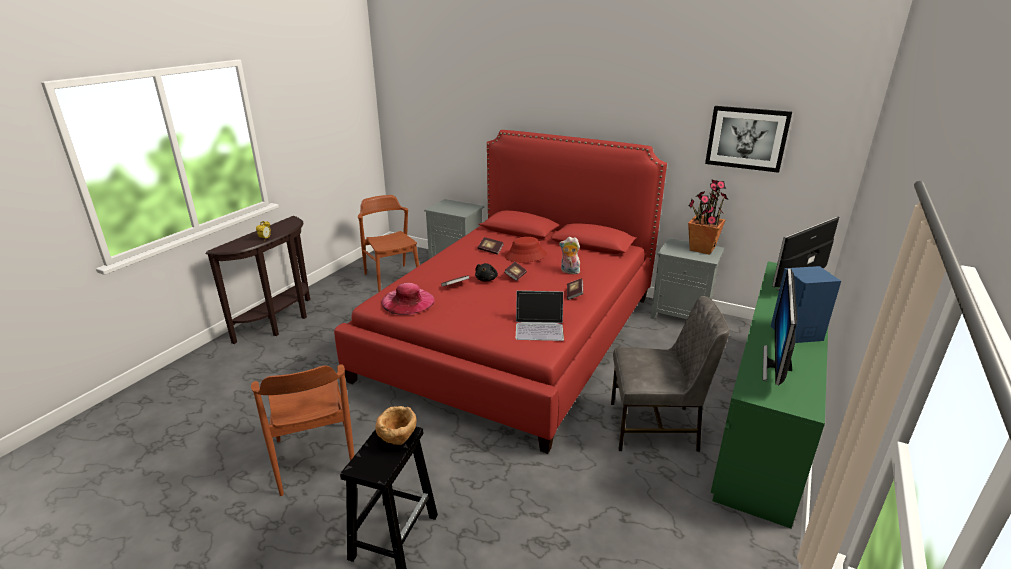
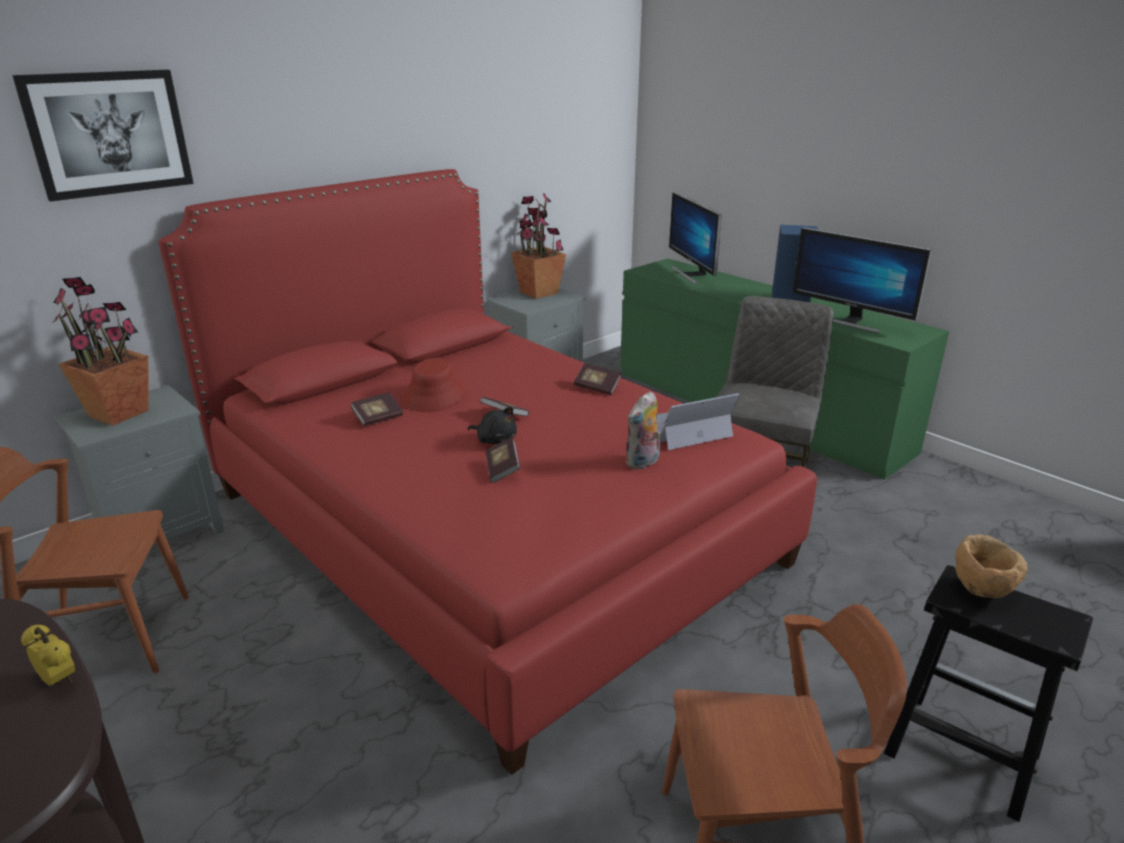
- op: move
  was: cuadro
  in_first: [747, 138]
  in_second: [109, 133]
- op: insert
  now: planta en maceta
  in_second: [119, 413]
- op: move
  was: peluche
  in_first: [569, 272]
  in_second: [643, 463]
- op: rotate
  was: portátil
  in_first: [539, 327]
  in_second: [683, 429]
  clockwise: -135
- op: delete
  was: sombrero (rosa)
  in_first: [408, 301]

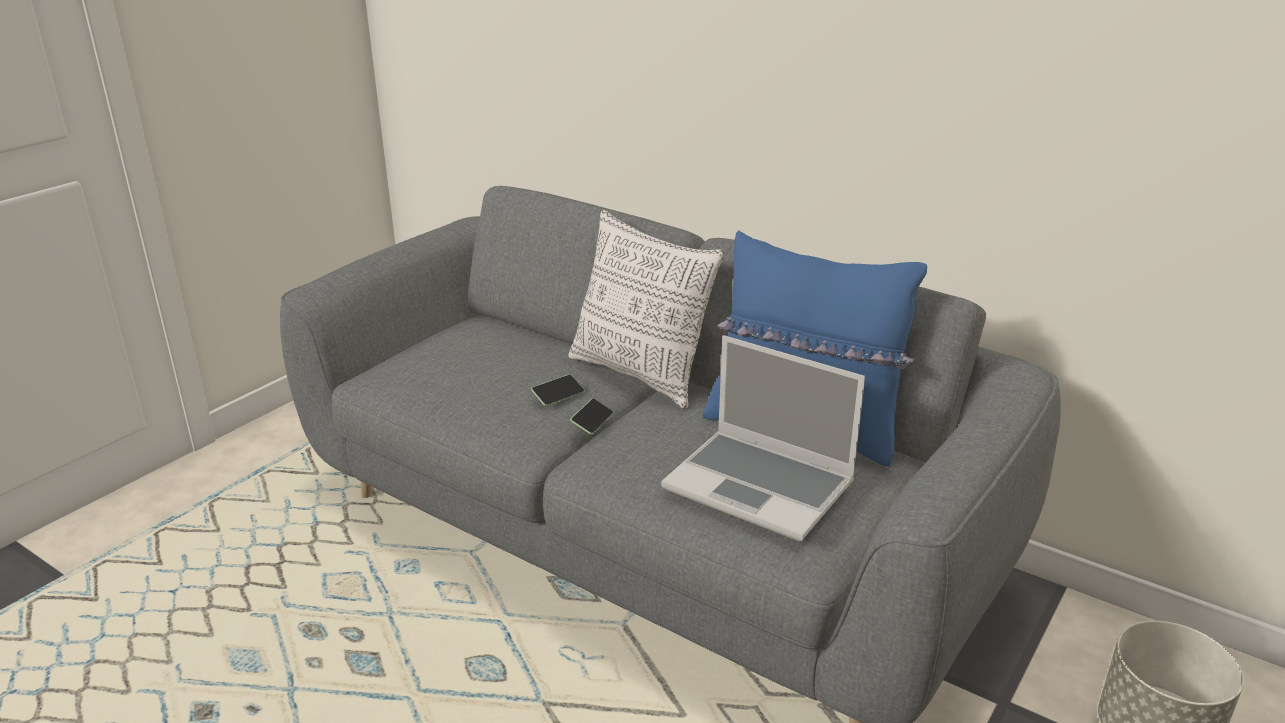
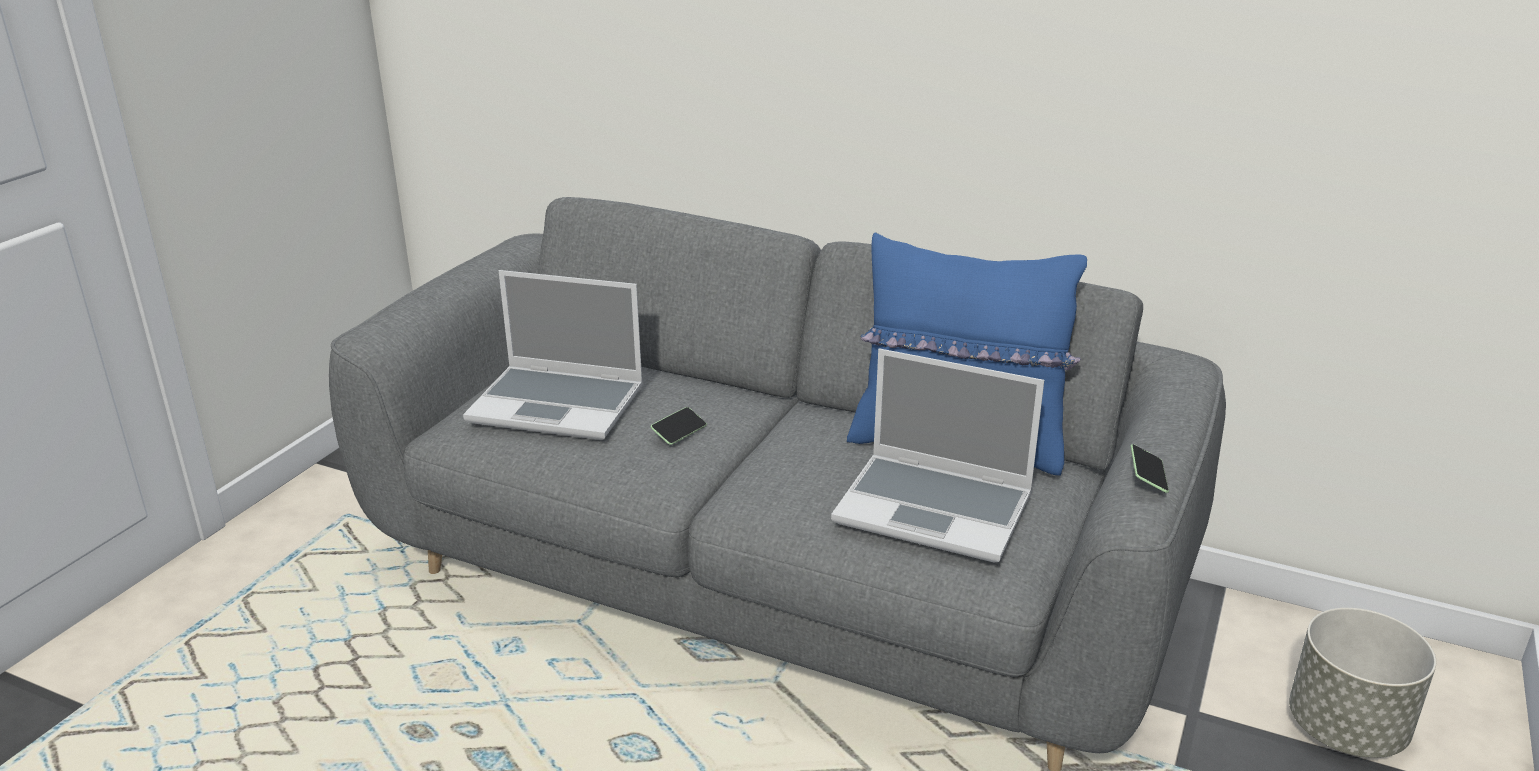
- op: insert
  now: portátil
  in_second: [559, 405]
- op: move
  was: móvil
  in_first: [592, 423]
  in_second: [1147, 477]
- op: delete
  was: cojín
  in_first: [640, 375]

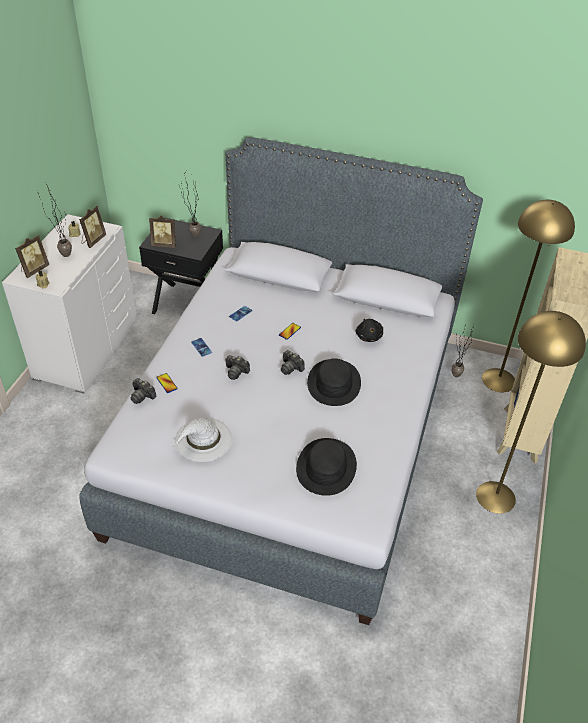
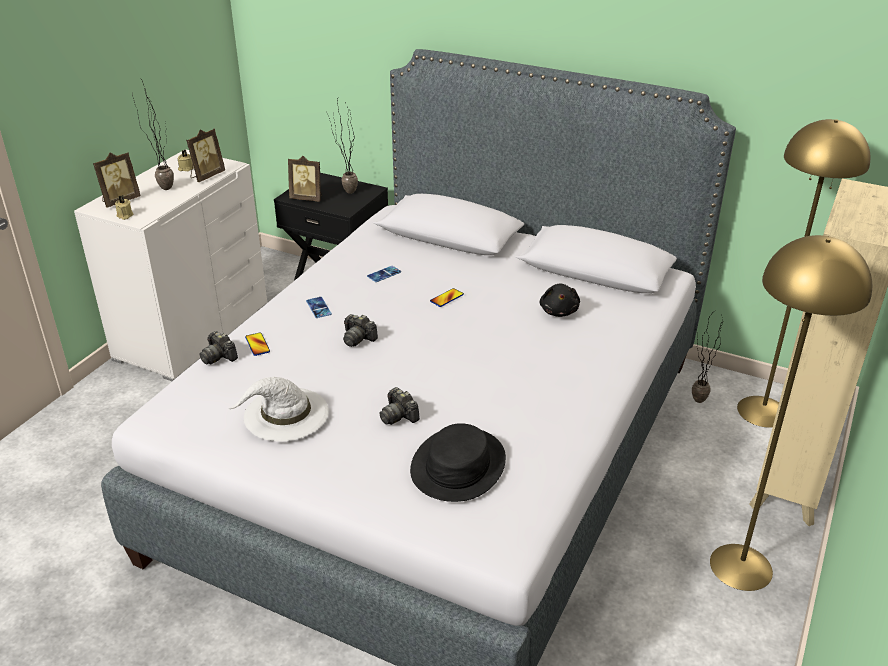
- op: move
  was: cámara
  in_first: [291, 368]
  in_second: [399, 416]
- op: delete
  was: sombrero (negro)
  in_first: [333, 383]

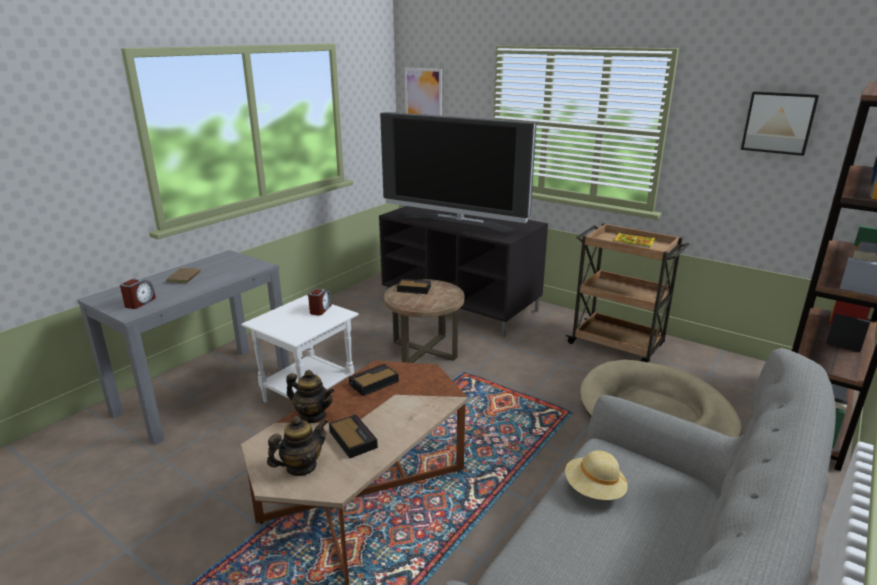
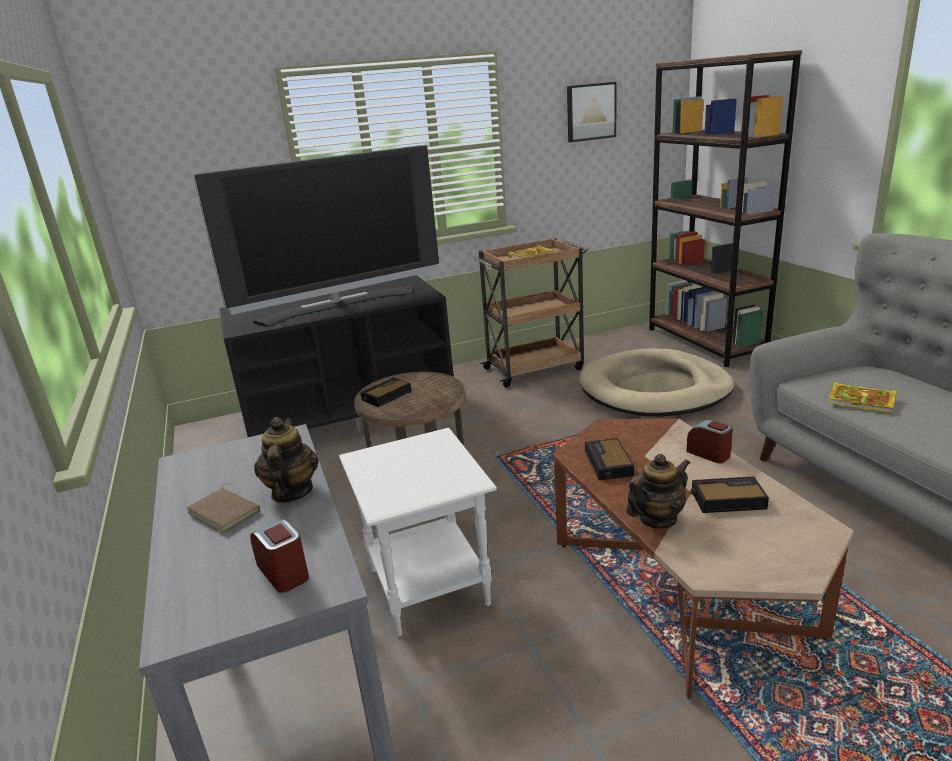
- op: move
  was: tetera
  in_first: [301, 467]
  in_second: [291, 492]
- op: move
  was: despertador
  in_first: [320, 309]
  in_second: [709, 454]
- op: replace
  was: sombrero (beis)
  now: libro
  in_first: [594, 490]
  in_second: [863, 401]
- op: delete
  was: cuadro
  in_first: [423, 96]

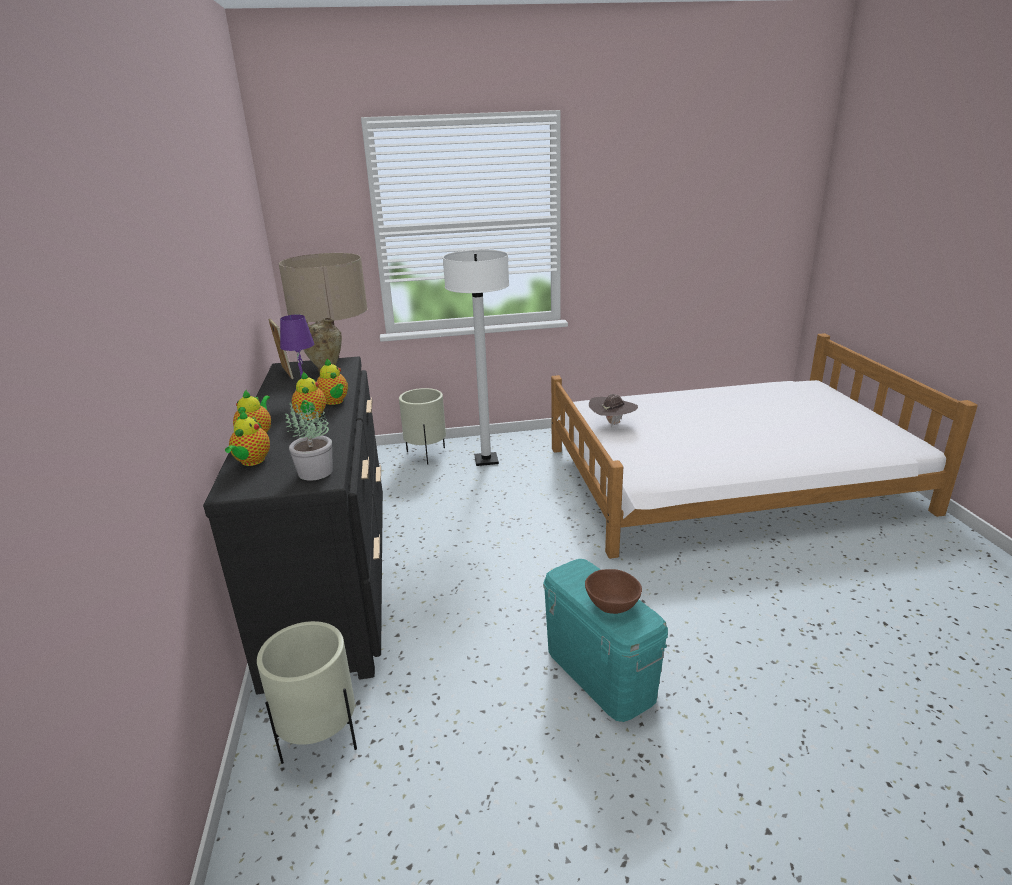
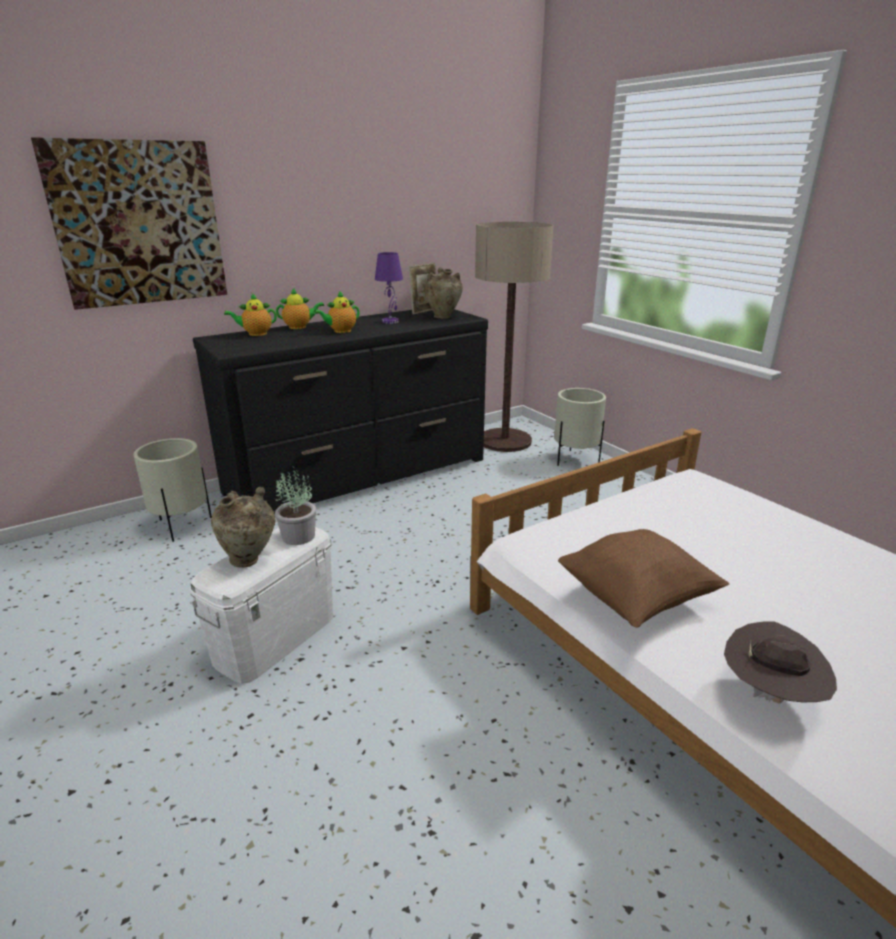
- op: insert
  now: cuadro
  in_second: [139, 224]
- op: recolor
  was: caja de almacenaje (turquesa)
  now: caja de almacenaje (blanco)
  in_first: [599, 673]
  in_second: [275, 637]
- op: replace
  was: cuenco (marrón)
  now: florero (beis)
  in_first: [612, 604]
  in_second: [249, 560]
- op: move
  was: planta en maceta
  in_first: [314, 472]
  in_second: [298, 536]
- op: insert
  now: cojín (marrón)
  in_second: [635, 600]
- op: move
  was: sombrero (marrón)
  in_first: [612, 424]
  in_second: [770, 695]
- op: delete
  was: tetera
  in_first: [334, 402]
- op: delete
  was: lámpara de pie (blanco)
  in_first: [486, 460]

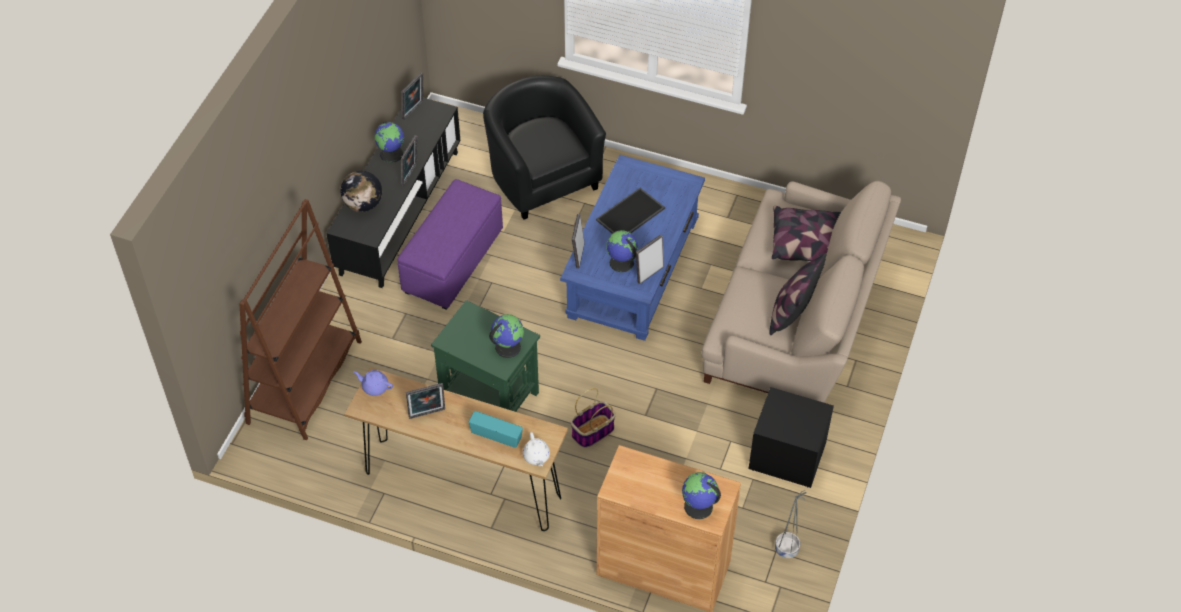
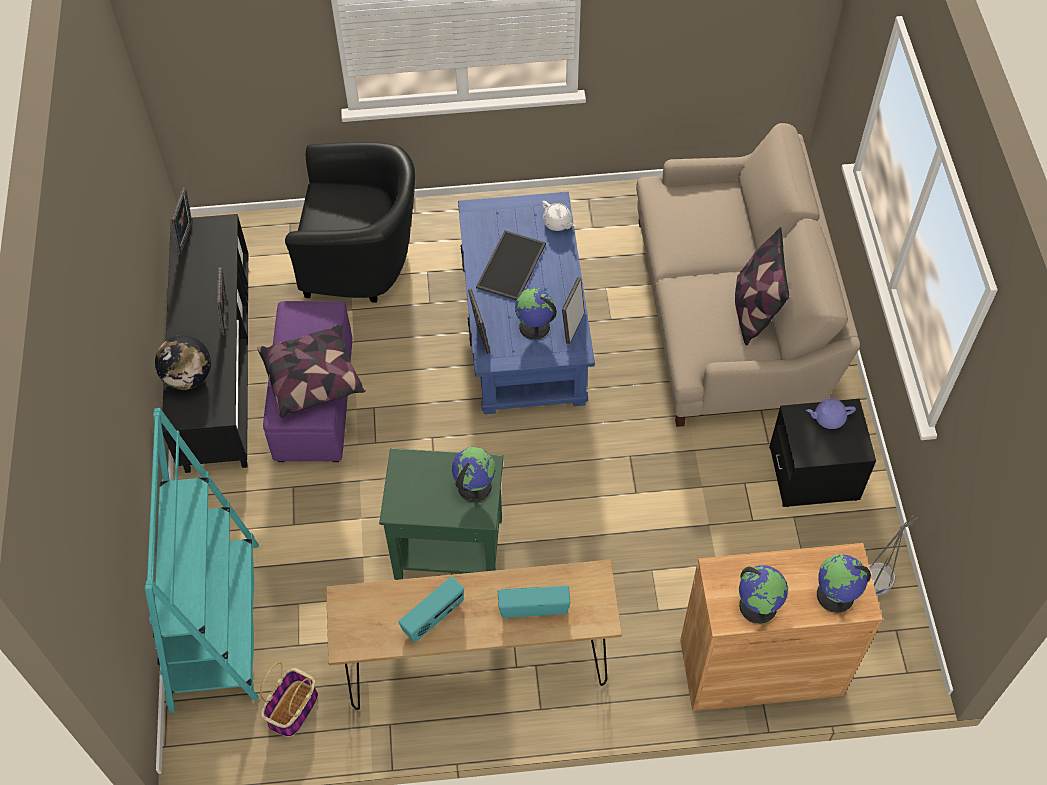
- op: recolor
  was: estantería (marrón)
  now: estantería (turquesa)
  in_first: [305, 382]
  in_second: [216, 625]
- op: move
  was: cojín
  in_first: [805, 243]
  in_second: [313, 378]
- op: move
  was: cesta
  in_first: [592, 432]
  in_second: [293, 710]
- op: rotate
  was: sillón (negro)
  in_first: [542, 177]
  in_second: [362, 260]
  clockwise: 150
- op: replace
  was: portarretratos
  now: radio
  in_first: [427, 415]
  in_second: [433, 618]
- op: move
  was: tetera (blanco)
  in_first: [536, 456]
  in_second: [557, 223]
- op: move
  was: globo terráqueo
  in_first: [392, 154]
  in_second: [758, 605]
- op: move
  was: tetera (morado)
  in_first: [374, 387]
  in_second: [828, 418]

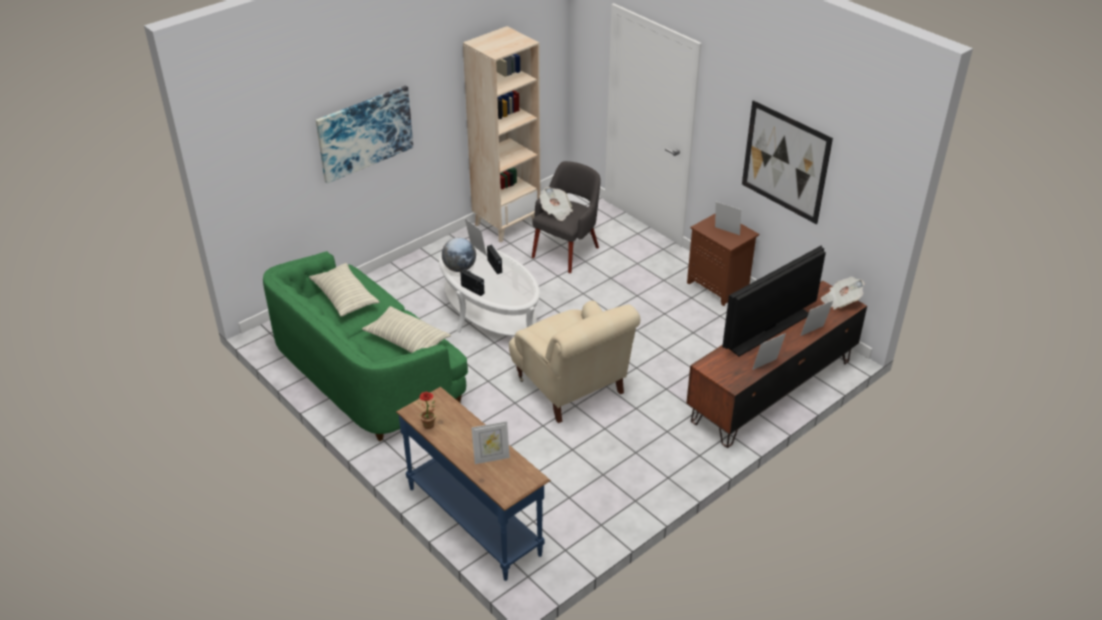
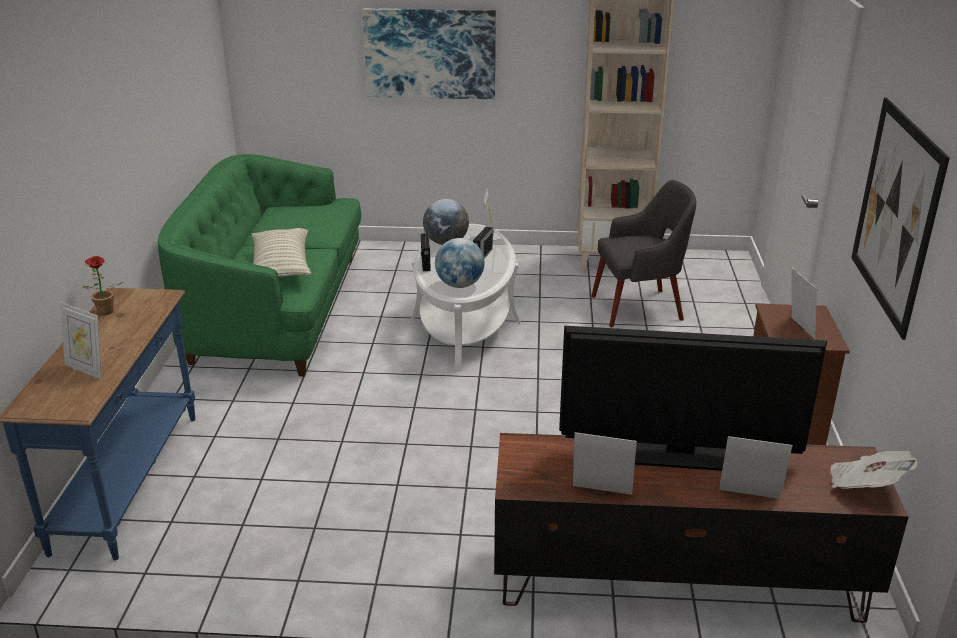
- op: insert
  now: globo terráqueo
  in_second: [459, 285]
- op: delete
  was: cojín
  in_first: [345, 298]
- op: delete
  was: sillón (beis)
  in_first: [571, 387]
- op: delete
  was: periódico
  in_first: [556, 211]

